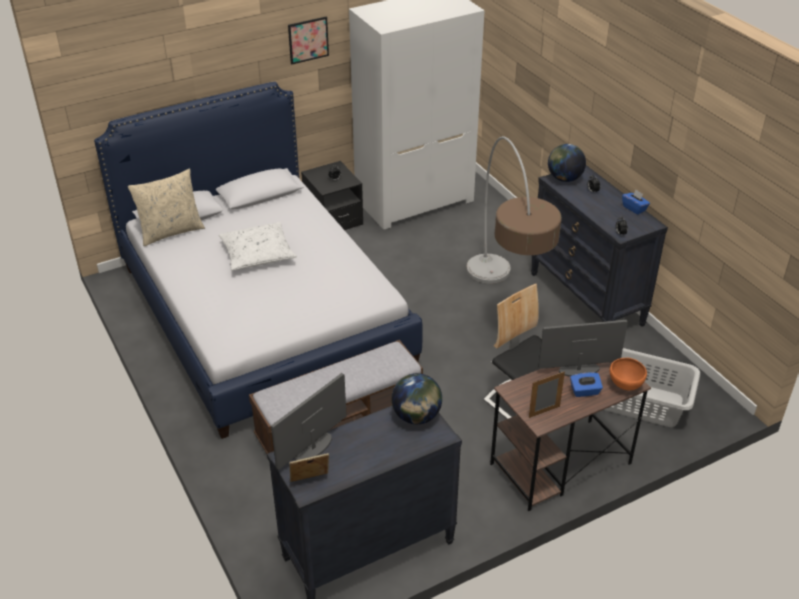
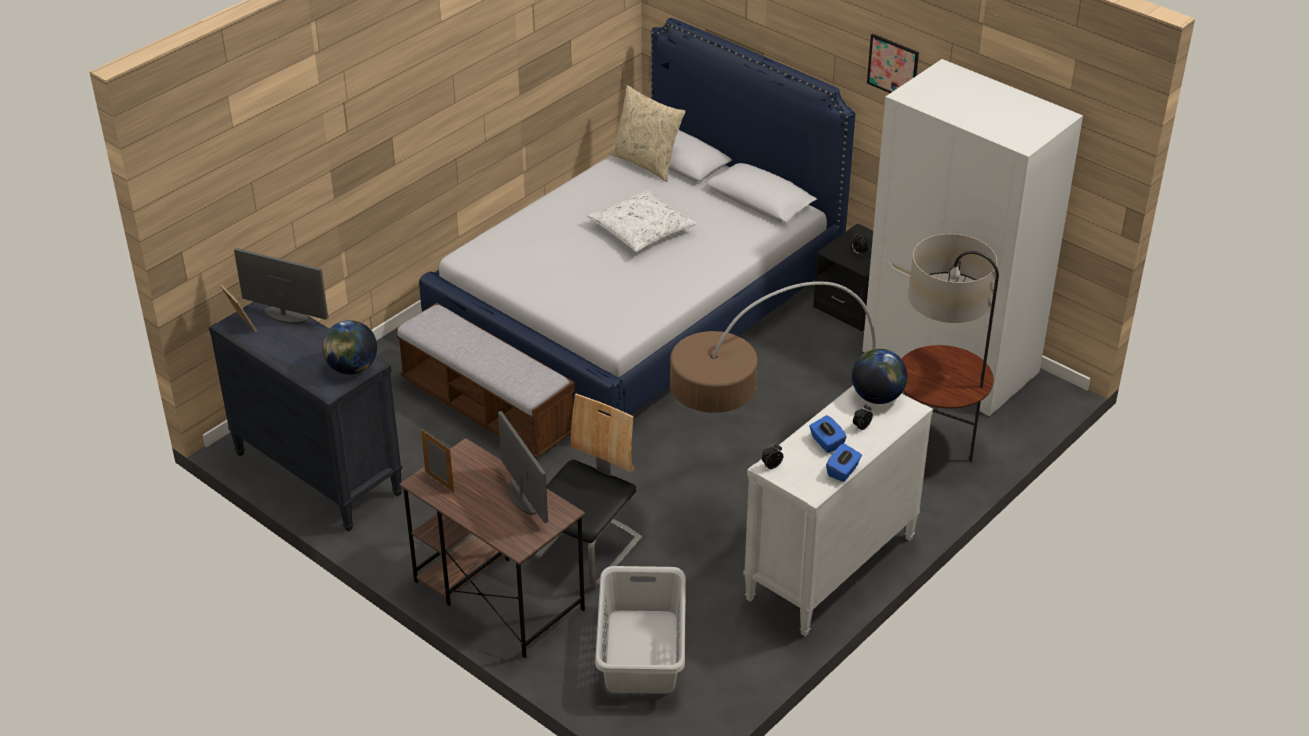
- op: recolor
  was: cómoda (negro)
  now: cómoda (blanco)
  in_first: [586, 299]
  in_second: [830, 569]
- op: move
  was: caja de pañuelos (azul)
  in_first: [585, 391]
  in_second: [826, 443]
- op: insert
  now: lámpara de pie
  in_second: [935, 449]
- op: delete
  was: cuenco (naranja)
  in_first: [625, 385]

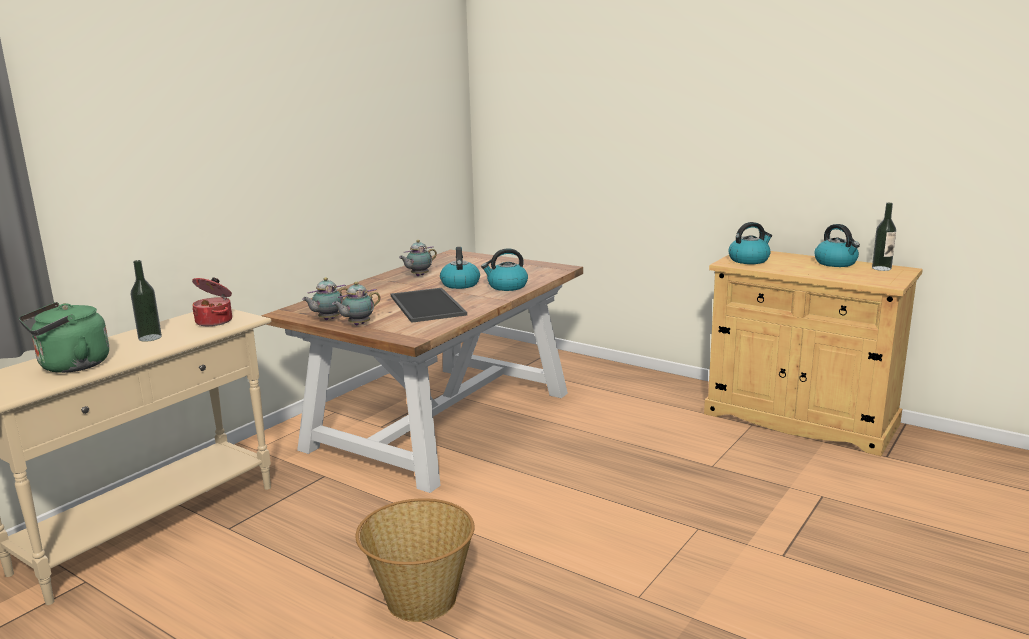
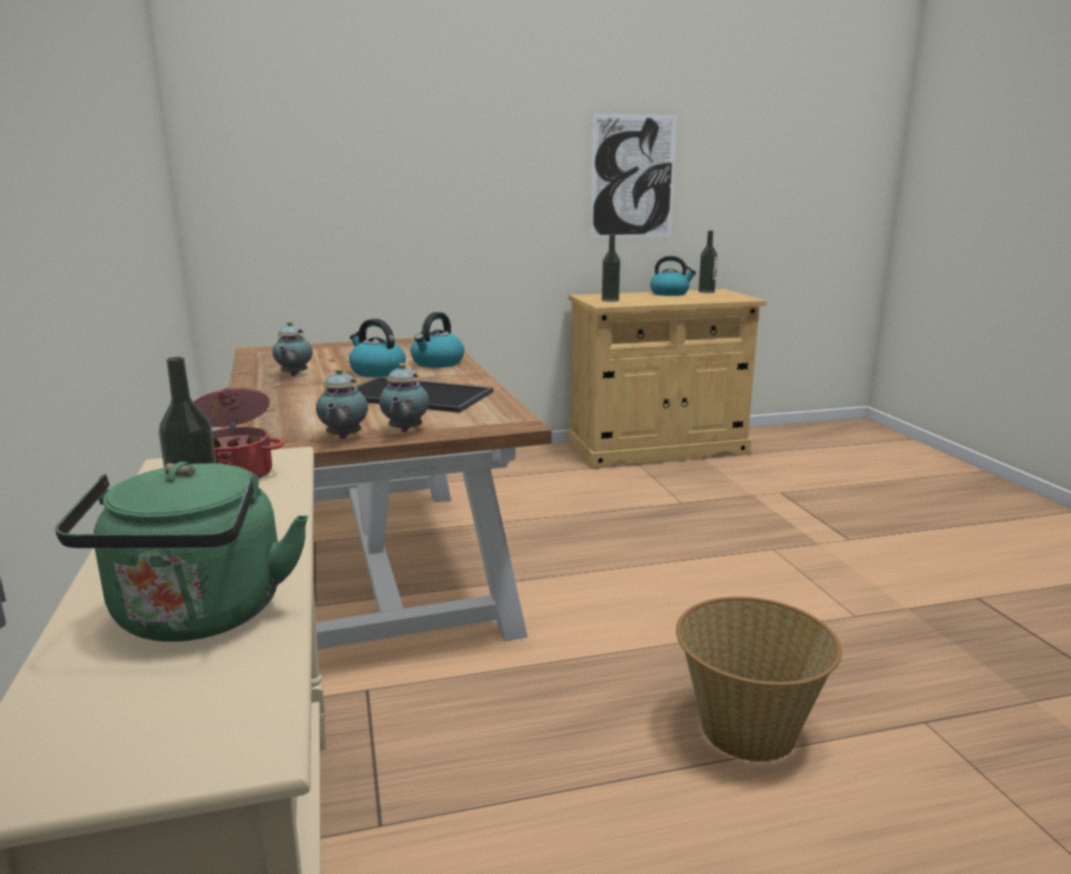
- op: insert
  now: cuadro
  in_second: [632, 177]
- op: replace
  was: hervidor
  now: botella
  in_first: [749, 260]
  in_second: [610, 300]

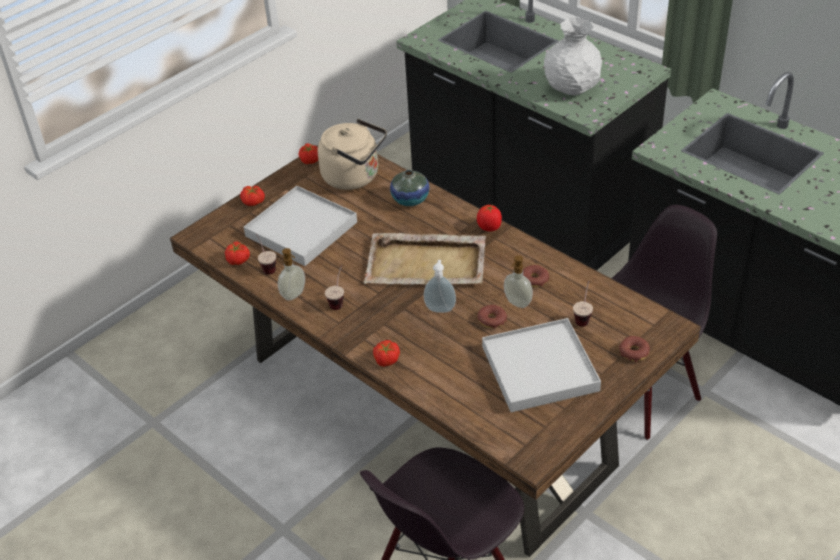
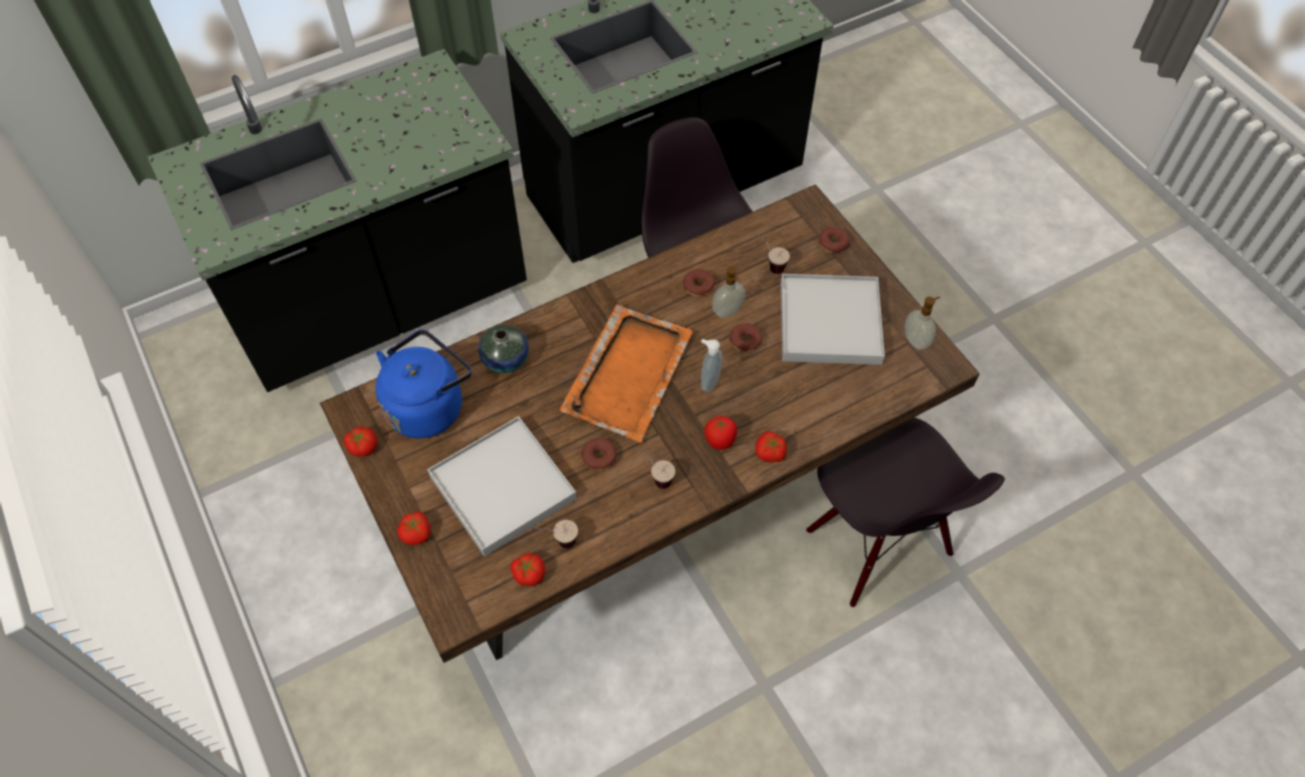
- op: recolor
  was: hervidor (beis)
  now: hervidor (azul)
  in_first: [354, 177]
  in_second: [428, 405]
- op: recolor
  was: bandeja (beis)
  now: bandeja (naranja)
  in_first: [427, 263]
  in_second: [629, 373]
- op: insert
  now: rosquilla
  in_second: [599, 457]
- op: move
  was: tomate
  in_first: [489, 227]
  in_second: [720, 440]
- op: move
  was: dispensador de jabón
  in_first: [294, 295]
  in_second: [916, 340]
- op: delete
  was: florero (blanco)
  in_first: [572, 88]

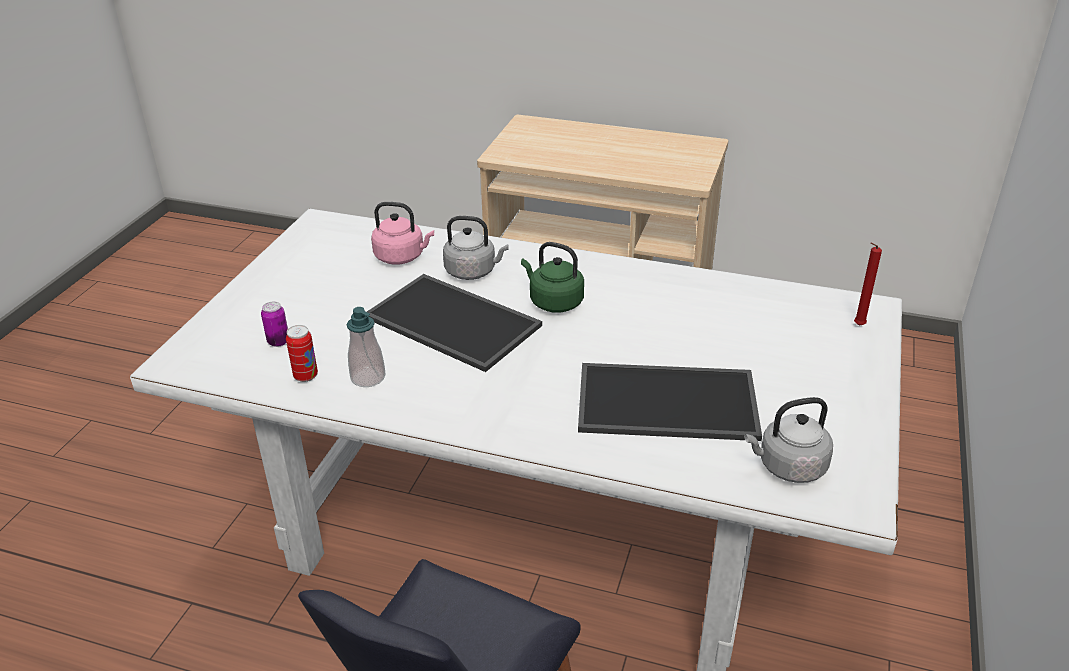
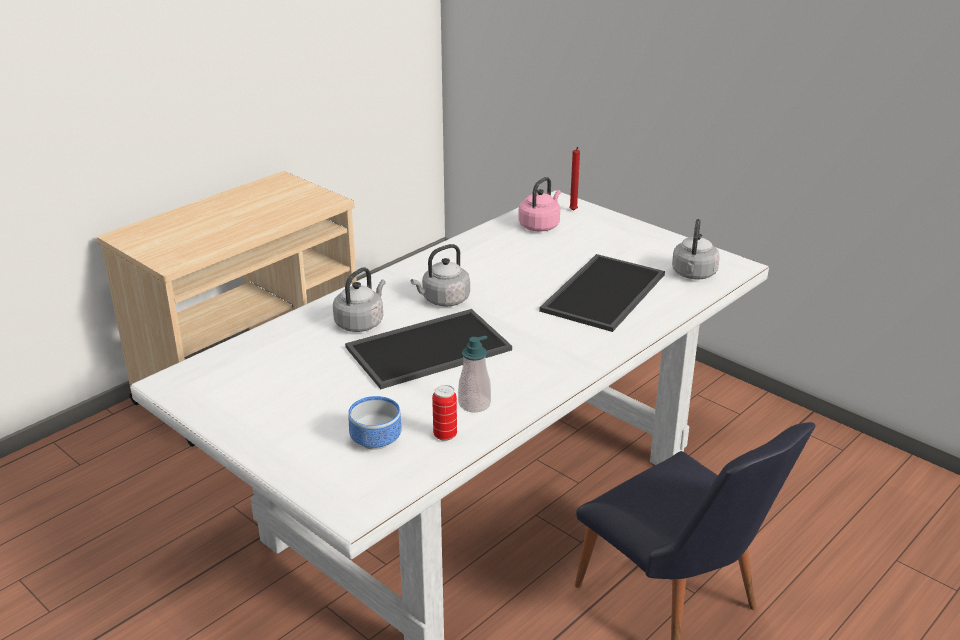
- op: replace
  was: lata
  now: cuenco
  in_first: [278, 341]
  in_second: [375, 441]
- op: recolor
  was: hervidor (verde)
  now: hervidor (gris)
  in_first: [553, 302]
  in_second: [443, 300]
- op: move
  was: hervidor (rosa)
  in_first: [402, 257]
  in_second: [540, 225]

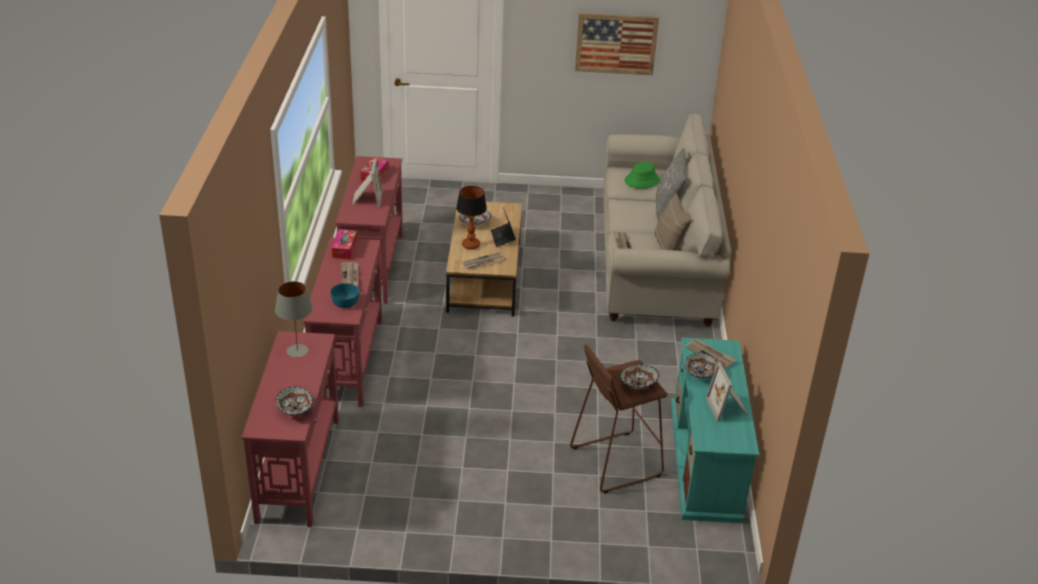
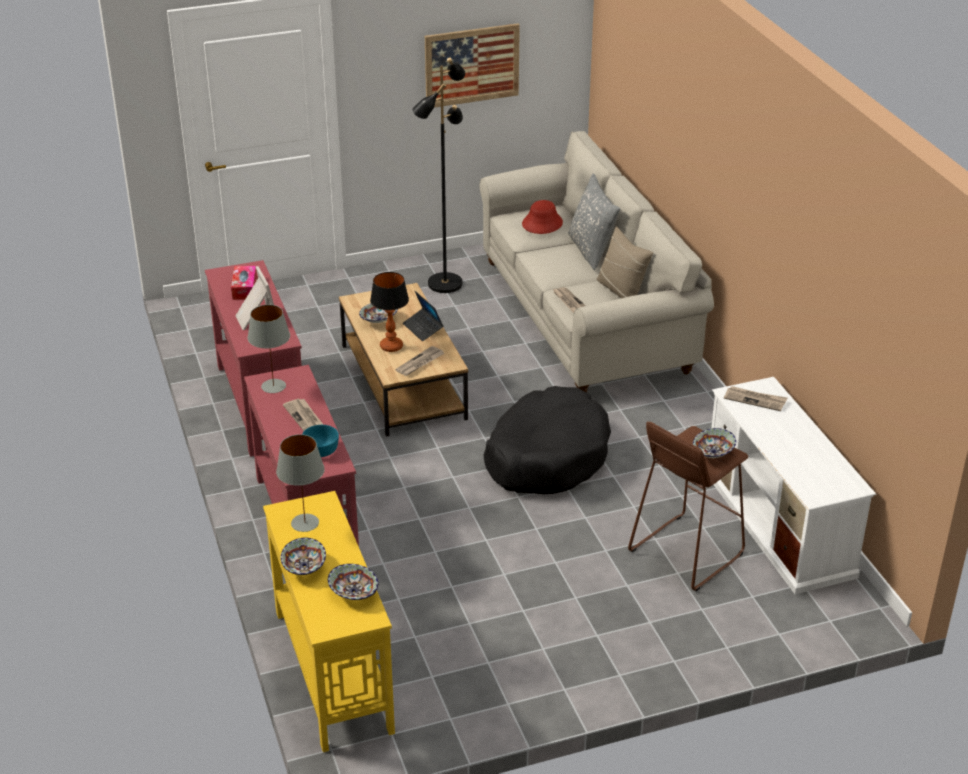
- op: replace
  was: caja de pañuelos
  now: lámpara de mesa (gris)
  in_first: [344, 249]
  in_second: [273, 386]
- op: recolor
  was: mesa consola (rojo)
  now: mesa consola (amarillo)
  in_first: [299, 468]
  in_second: [333, 669]
- op: move
  was: cuenco
  in_first: [700, 373]
  in_second: [305, 567]
- op: insert
  now: lámpara de pie (negro)
  in_second: [444, 283]
- op: insert
  now: cama para perro (negro)
  in_second: [546, 456]
- op: recolor
  was: sombrero (verde)
  now: sombrero (rojo)
  in_first: [642, 180]
  in_second: [542, 223]
- op: recolor
  was: mueble de televisión (turquesa)
  now: mueble de televisión (blanco)
  in_first: [706, 460]
  in_second: [779, 522]
- op: delete
  was: portarretratos
  in_first: [728, 407]

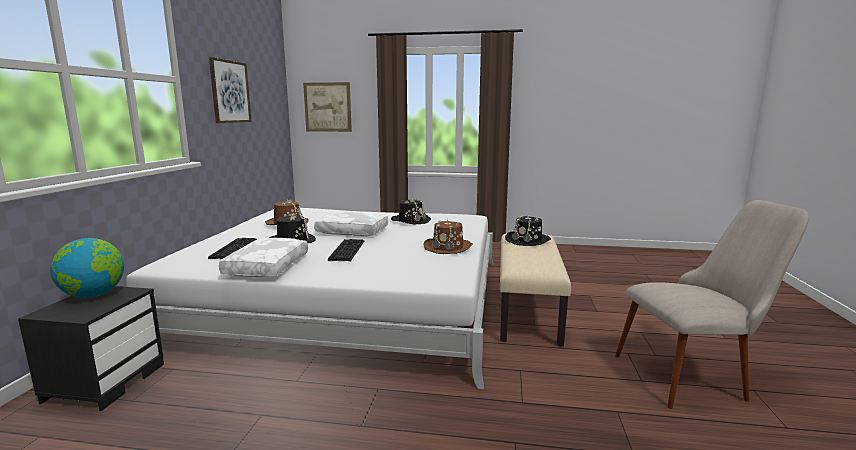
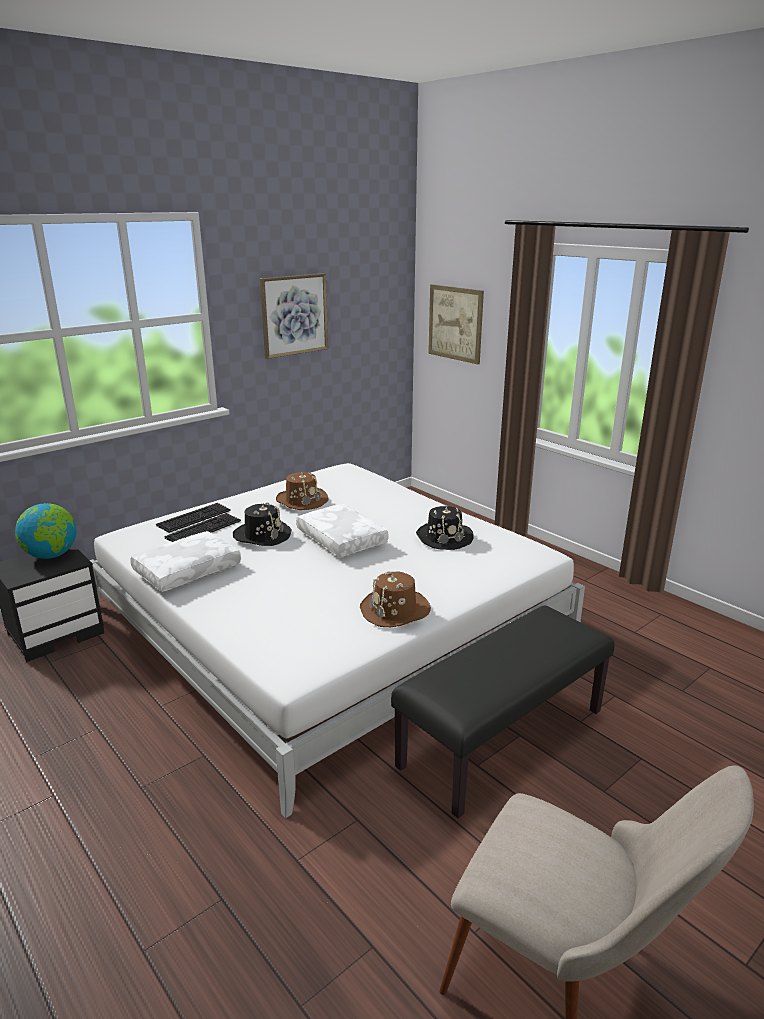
- op: move
  was: teclado
  in_first: [346, 250]
  in_second: [194, 517]
- op: recolor
  was: banco (beis)
  now: banco (negro)
  in_first: [526, 310]
  in_second: [502, 737]
- op: delete
  was: sombrero (negro)
  in_first: [528, 240]

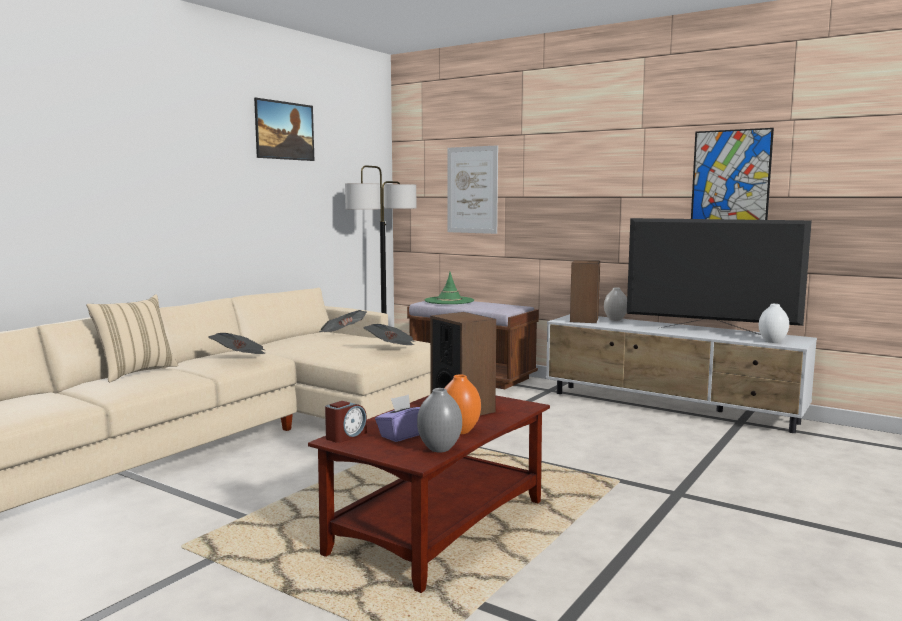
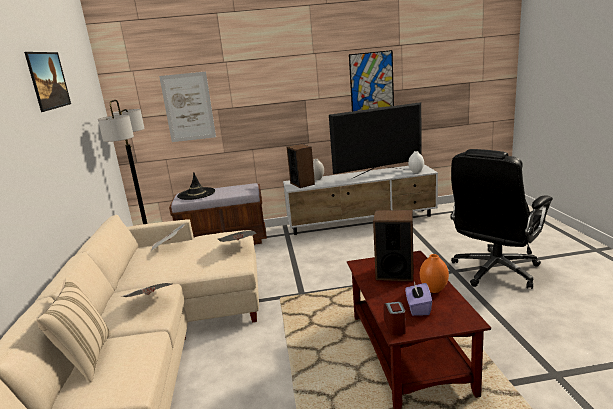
- op: recolor
  was: sombrero (verde)
  now: sombrero (negro)
  in_first: [449, 301]
  in_second: [196, 194]
- op: insert
  now: silla de oficina (negro)
  in_second: [494, 271]
- op: delete
  was: florero (gris)
  in_first: [440, 449]

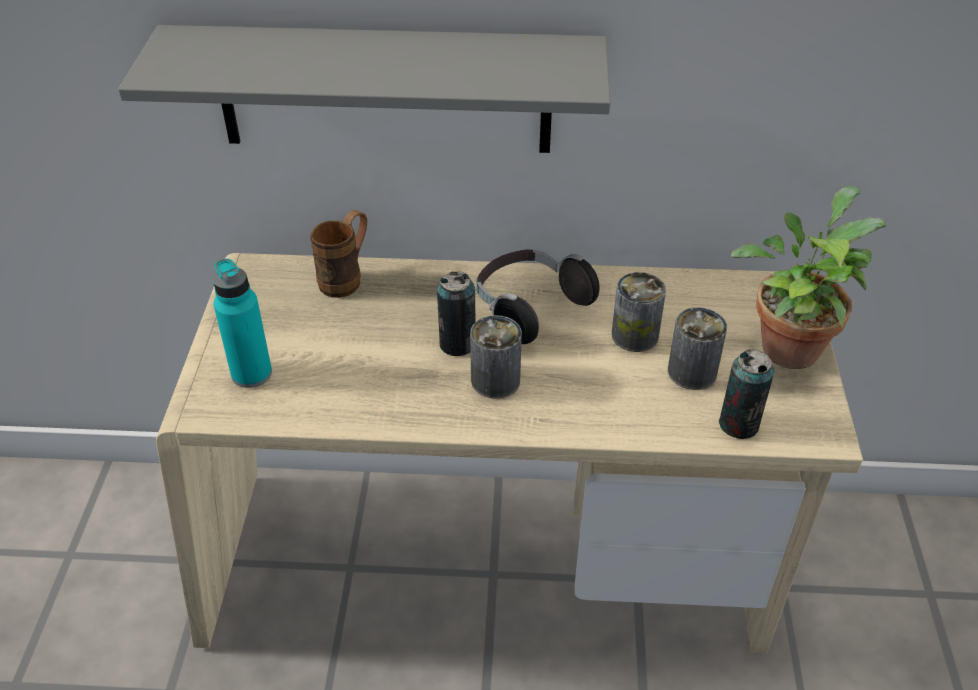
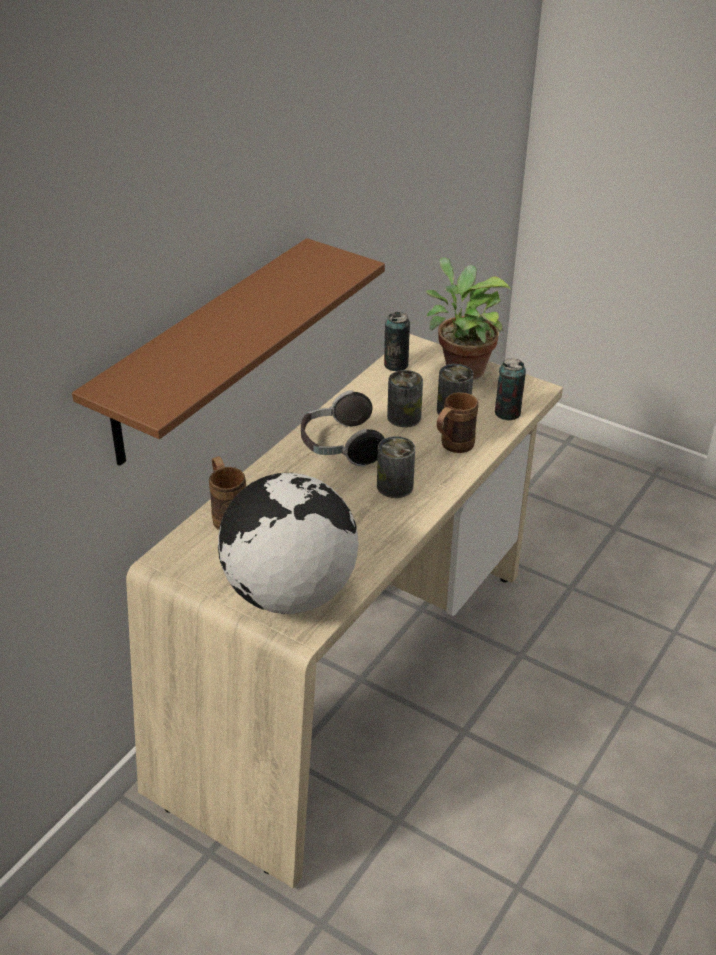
- op: recolor
  was: estante (gris)
  now: estante (marrón)
  in_first: [384, 90]
  in_second: [204, 353]
- op: replace
  was: botella (turquesa)
  now: globo terráqueo
  in_first: [251, 373]
  in_second: [289, 594]
- op: move
  was: lata
  in_first: [457, 344]
  in_second: [396, 365]
- op: insert
  now: taza grande (marrón)
  in_second: [452, 447]

